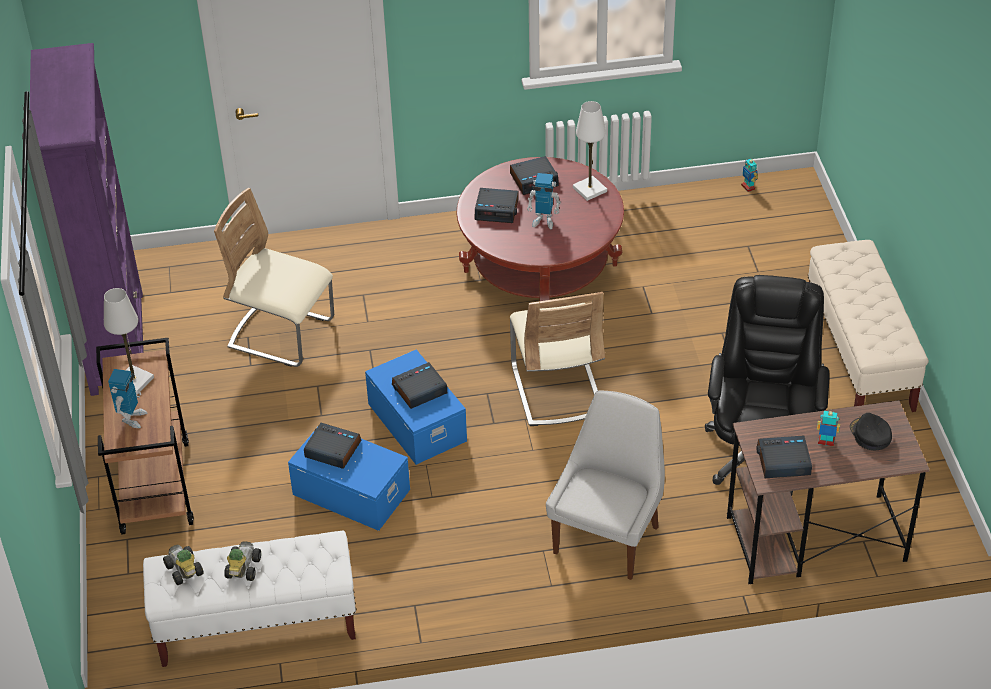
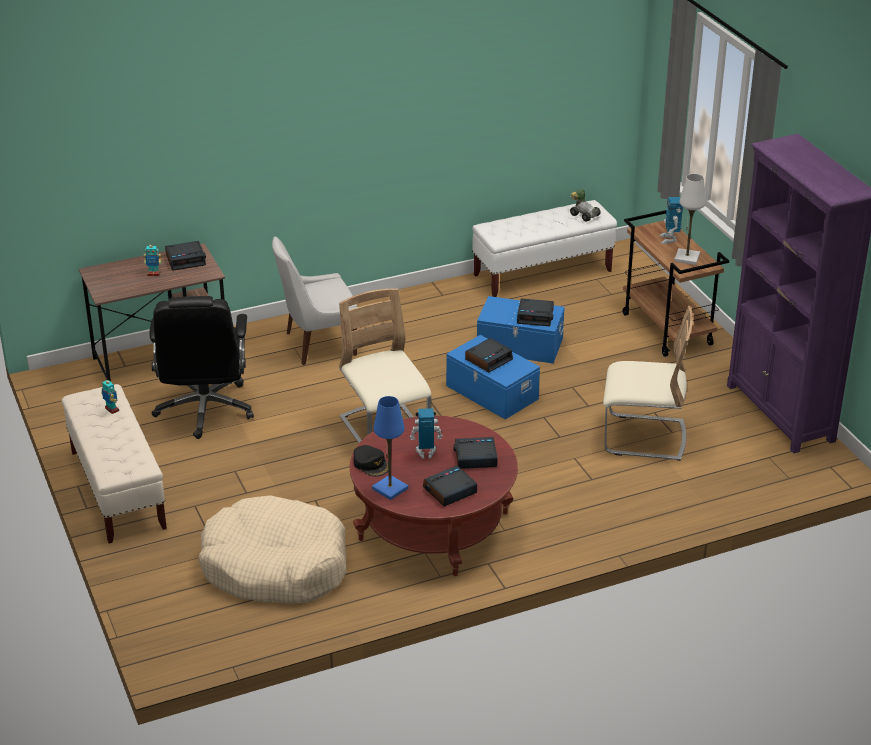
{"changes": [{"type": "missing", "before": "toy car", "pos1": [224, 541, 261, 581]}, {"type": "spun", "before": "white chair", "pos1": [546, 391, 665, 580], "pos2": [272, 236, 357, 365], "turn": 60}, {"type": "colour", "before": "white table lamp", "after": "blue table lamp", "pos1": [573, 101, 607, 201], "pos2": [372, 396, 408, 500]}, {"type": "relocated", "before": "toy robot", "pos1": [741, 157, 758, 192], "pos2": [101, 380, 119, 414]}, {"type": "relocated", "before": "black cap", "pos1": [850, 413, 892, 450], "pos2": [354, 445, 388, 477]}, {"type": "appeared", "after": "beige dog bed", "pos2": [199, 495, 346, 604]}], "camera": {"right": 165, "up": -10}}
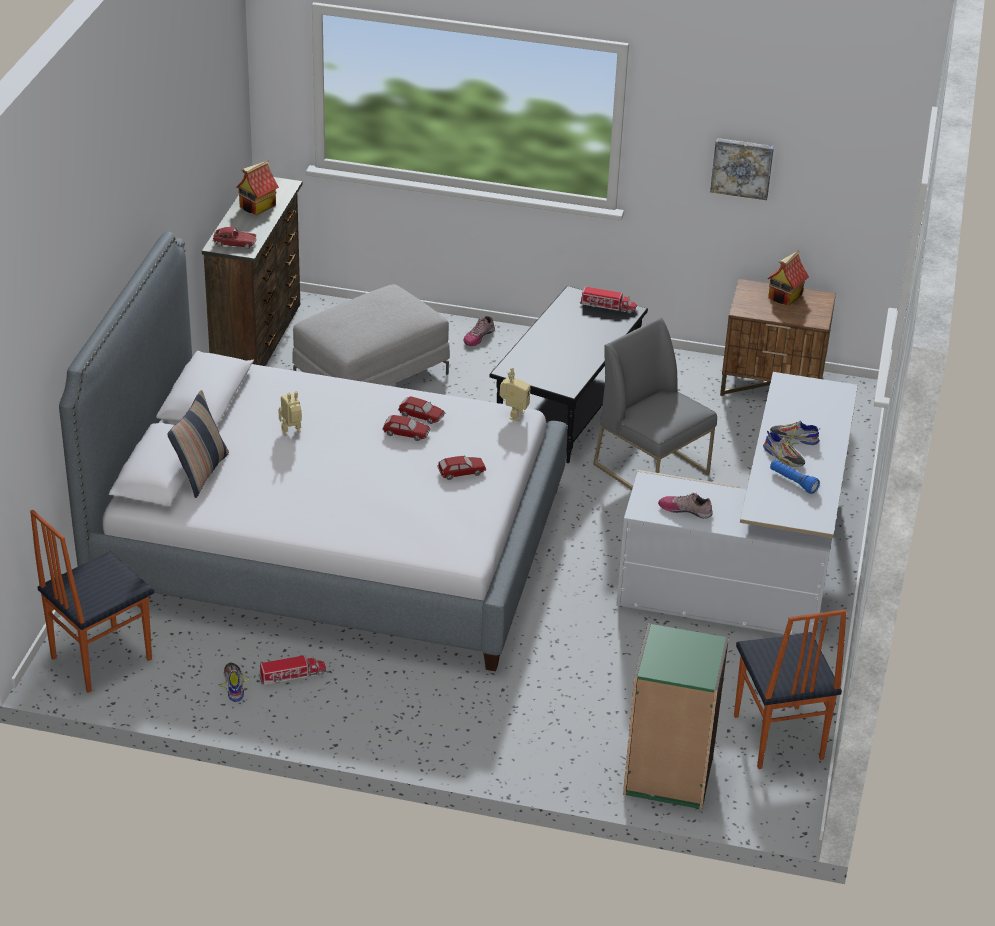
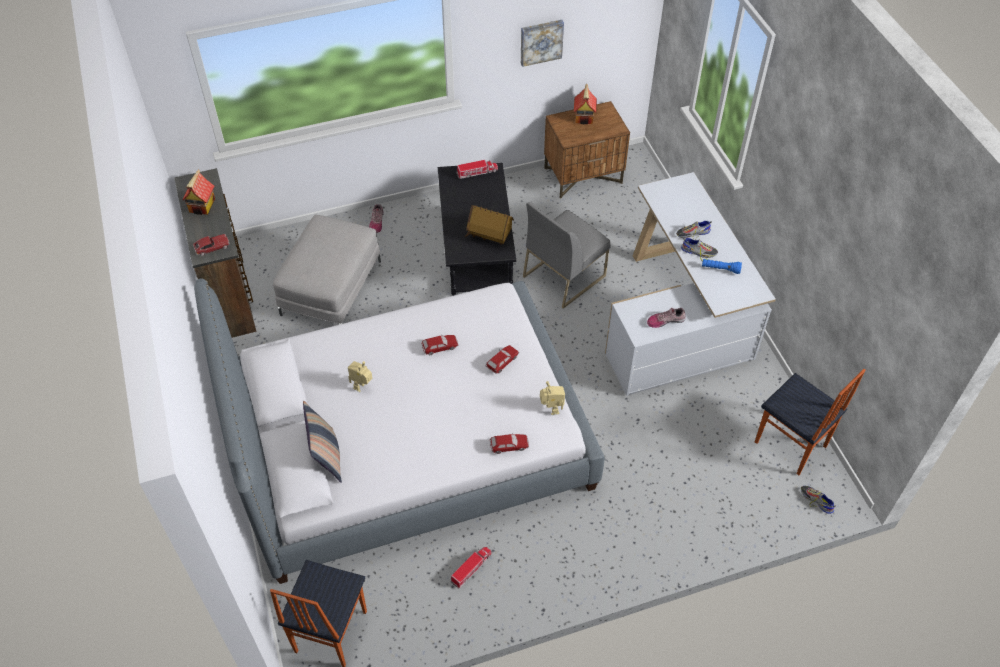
{"changes": [{"type": "relocated", "before": "shoe", "pos1": [220, 663, 249, 702], "pos2": [801, 486, 836, 514]}, {"type": "relocated", "before": "toy car", "pos1": [398, 396, 445, 424], "pos2": [490, 433, 529, 454]}, {"type": "relocated", "before": "toy robot", "pos1": [500, 368, 531, 421], "pos2": [540, 381, 565, 415]}, {"type": "spun", "before": "grey chair", "pos1": [593, 318, 717, 490], "pos2": [523, 202, 611, 309], "turn": -60}, {"type": "missing", "before": "green bookcase", "pos1": [623, 623, 729, 810]}, {"type": "appeared", "after": "toy house", "pos2": [465, 205, 514, 245]}], "camera": {"right": -30, "up": 15}}
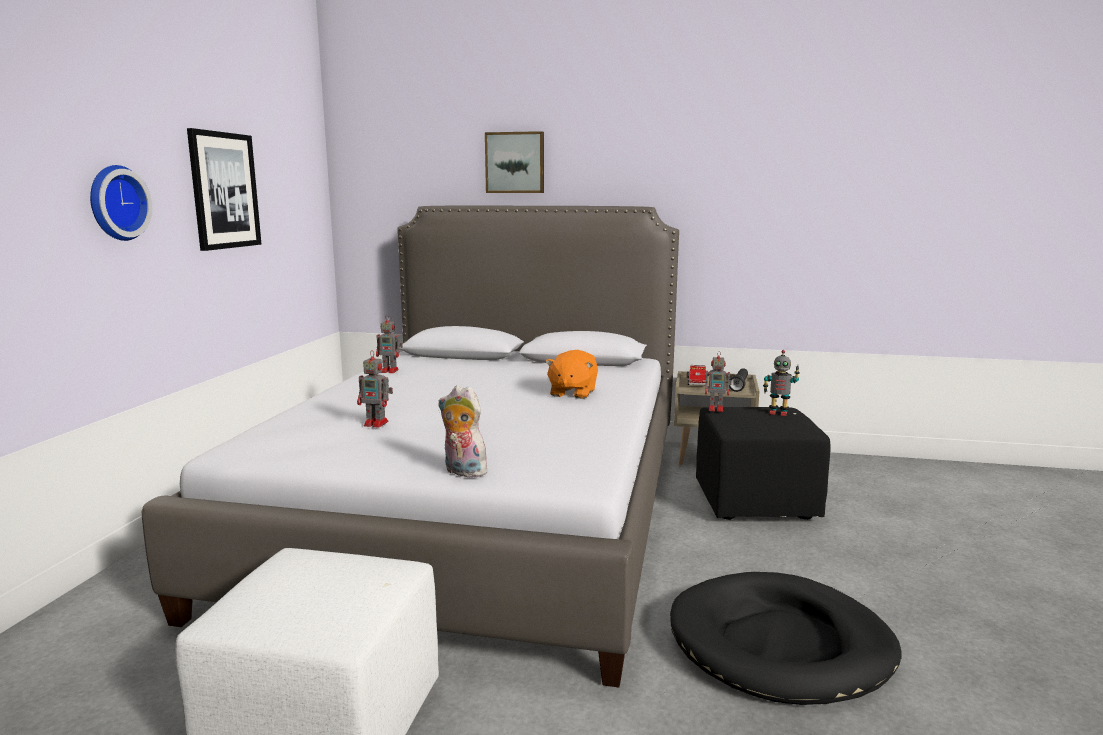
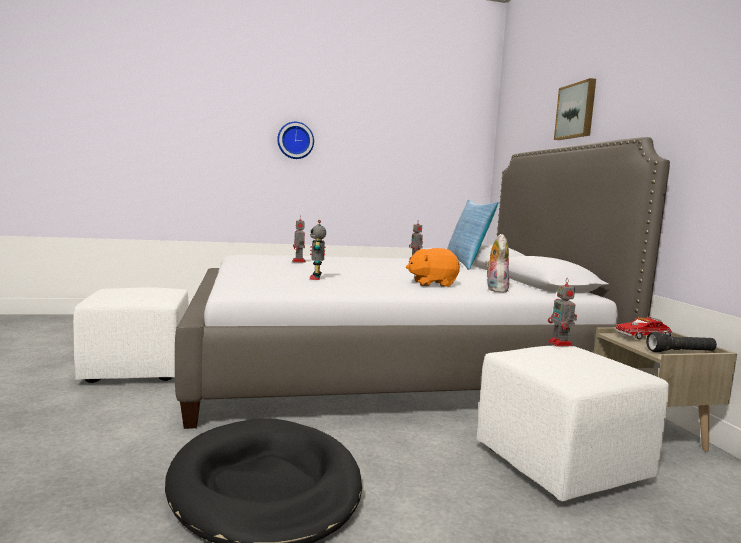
{"changes": [{"type": "missing", "before": "picture", "pos1": [187, 128, 261, 251]}, {"type": "relocated", "before": "plush toy", "pos1": [438, 385, 493, 477], "pos2": [485, 234, 509, 293]}, {"type": "colour", "before": "black ottoman", "after": "white ottoman", "pos1": [696, 407, 830, 520], "pos2": [476, 346, 669, 501]}, {"type": "relocated", "before": "toy robot", "pos1": [763, 350, 800, 416], "pos2": [310, 220, 326, 280]}, {"type": "appeared", "after": "pillow", "pos2": [447, 199, 499, 270]}], "camera": {"right": 65, "up": -5}}
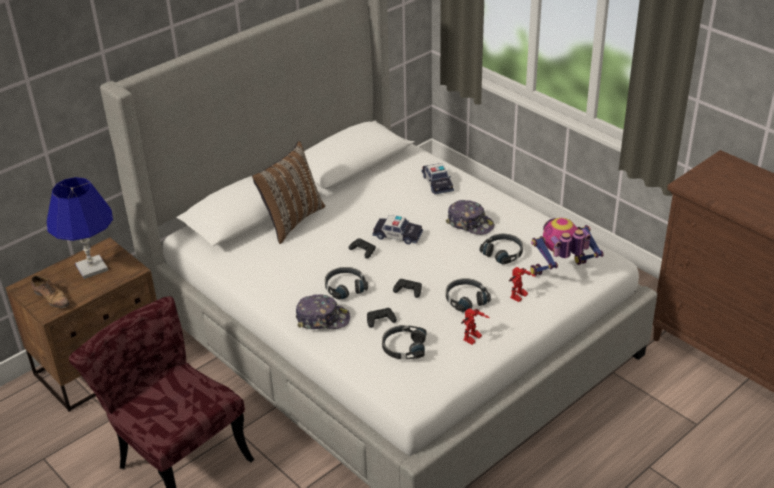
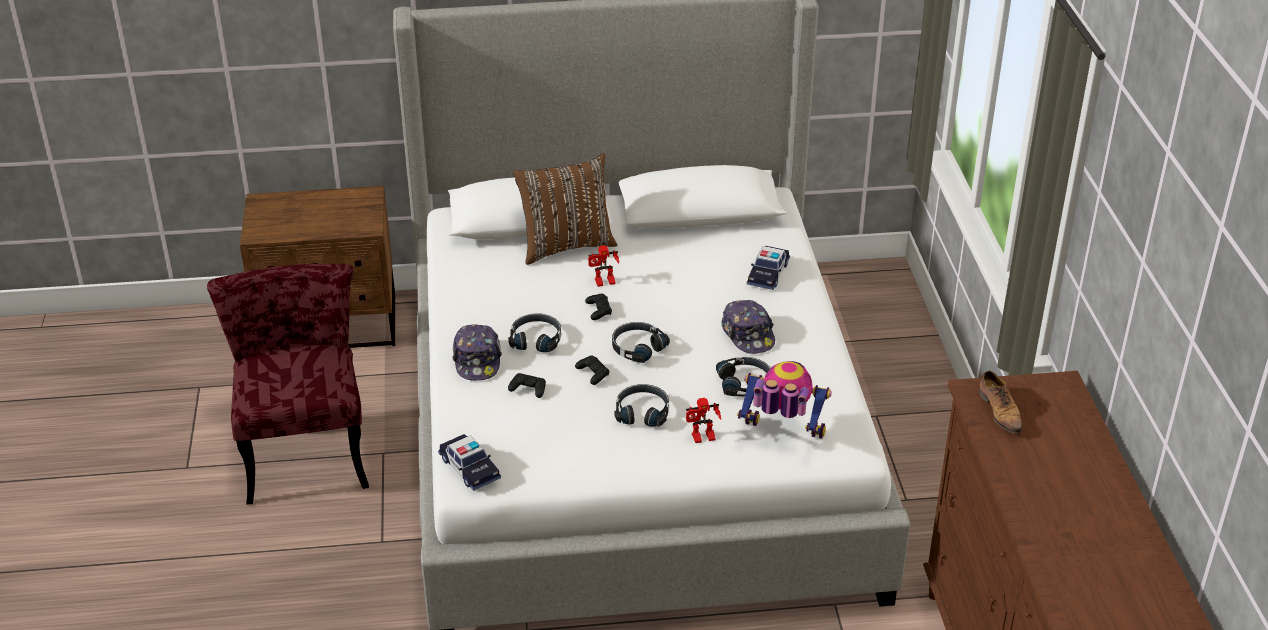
{"changes": [{"type": "relocated", "before": "shoe", "pos1": [31, 276, 70, 308], "pos2": [979, 371, 1022, 433]}, {"type": "missing", "before": "blue table lamp", "pos1": [47, 177, 113, 279]}, {"type": "spun", "before": "cap", "pos1": [296, 294, 350, 329], "pos2": [452, 324, 502, 381], "turn": 45}, {"type": "relocated", "before": "toy car", "pos1": [372, 215, 423, 244], "pos2": [438, 434, 501, 491]}, {"type": "relocated", "before": "black headphones", "pos1": [382, 325, 426, 359], "pos2": [612, 322, 670, 363]}, {"type": "relocated", "before": "toy robot", "pos1": [461, 308, 489, 345], "pos2": [588, 245, 619, 287]}], "camera": {"right": 35, "up": 0}}
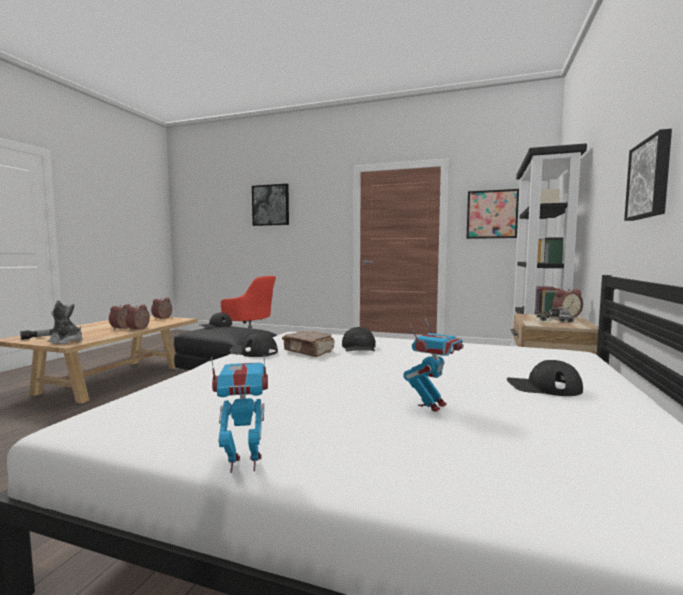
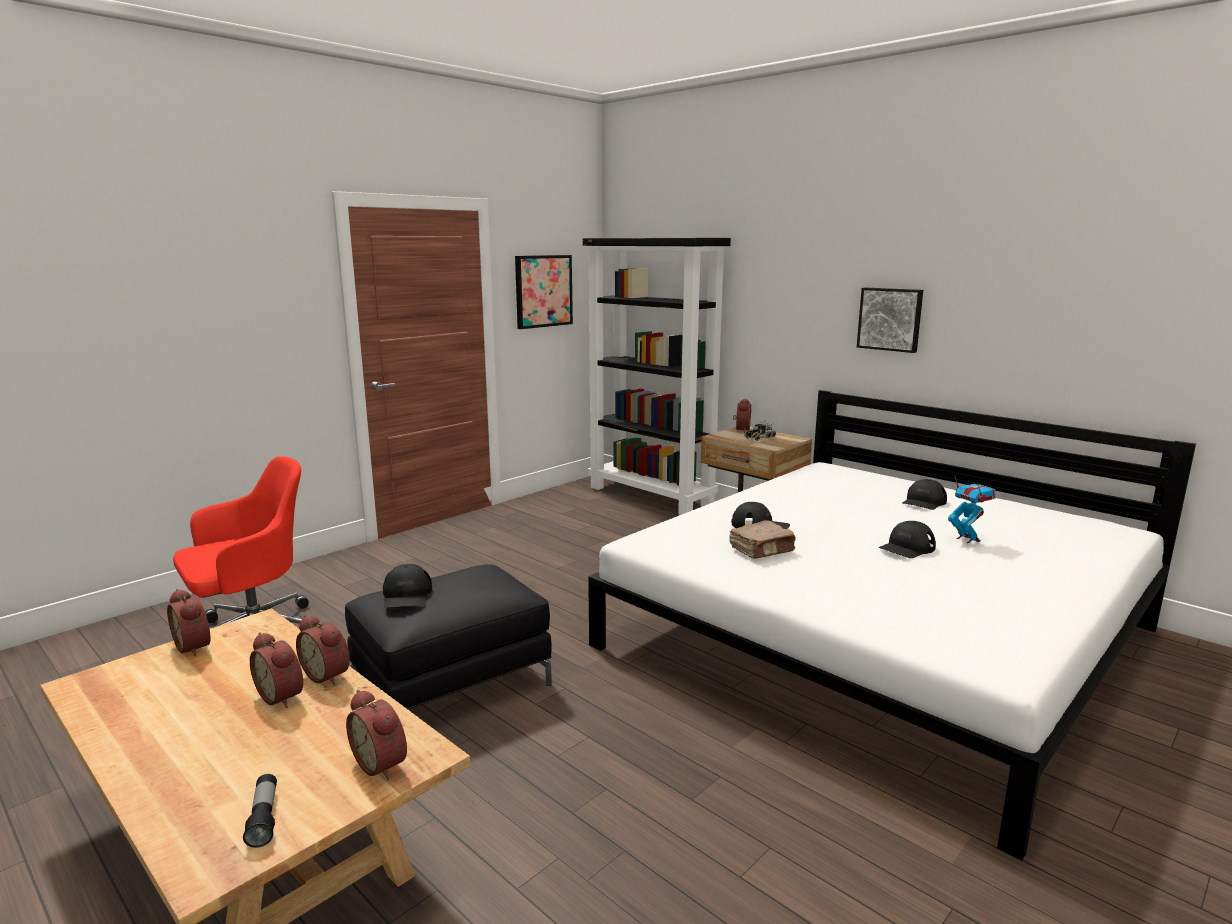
{"changes": [{"type": "exchanged", "before": "plush toy", "after": "alarm clock", "pos1": [47, 300, 83, 344], "pos2": [346, 690, 407, 780]}, {"type": "missing", "before": "toy robot", "pos1": [211, 355, 268, 473]}, {"type": "relocated", "before": "black cap", "pos1": [230, 332, 278, 357], "pos2": [879, 521, 936, 558]}, {"type": "missing", "before": "picture", "pos1": [252, 184, 289, 226]}], "camera": {"right": -65, "up": 10}}
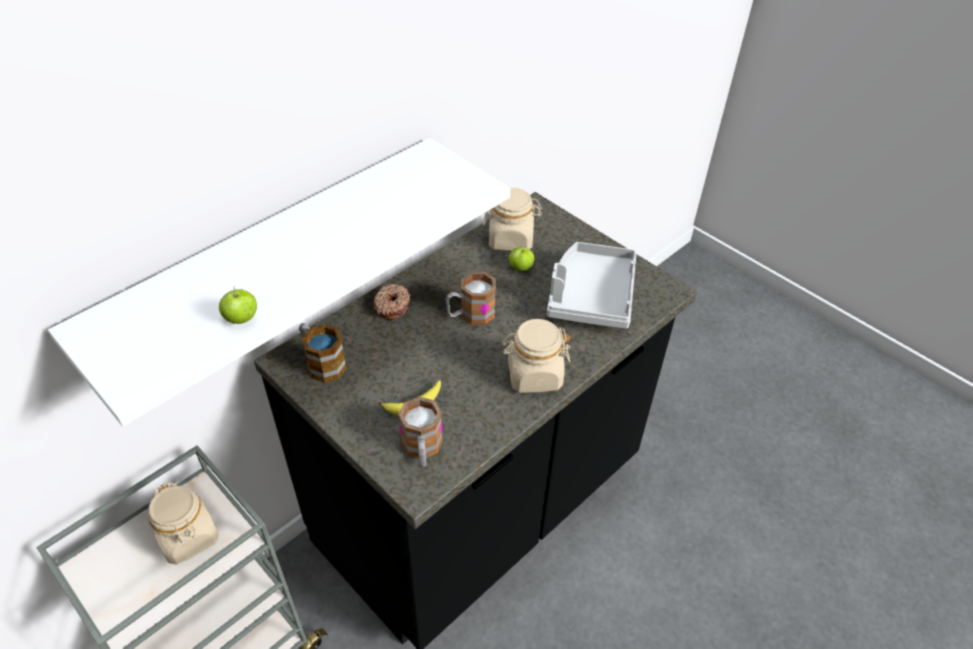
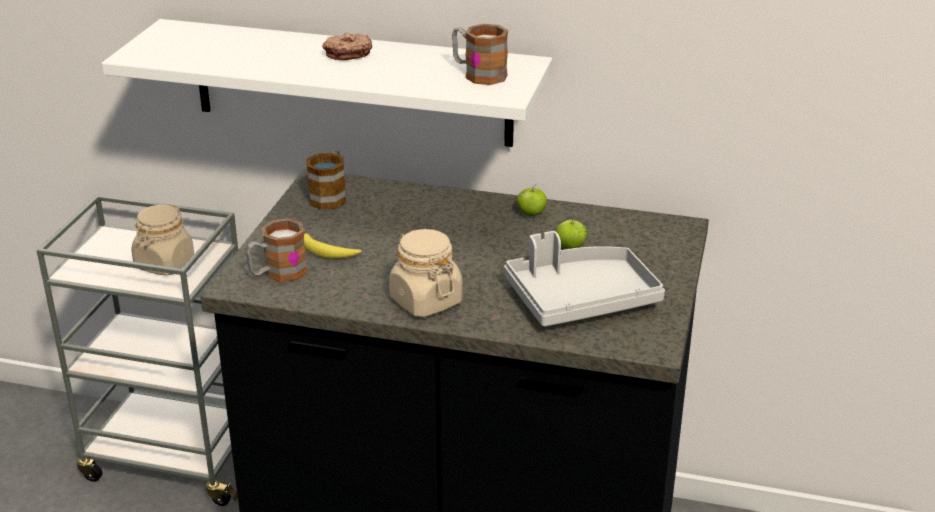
{"changes": [{"type": "relocated", "before": "apple", "pos1": [219, 286, 257, 324], "pos2": [517, 184, 547, 216]}, {"type": "relocated", "before": "donut", "pos1": [374, 283, 411, 319], "pos2": [322, 33, 372, 60]}, {"type": "relocated", "before": "mug", "pos1": [445, 272, 496, 325], "pos2": [452, 24, 508, 85]}, {"type": "missing", "before": "beige jar", "pos1": [483, 188, 542, 251]}], "camera": {"right": 60, "up": -15}}
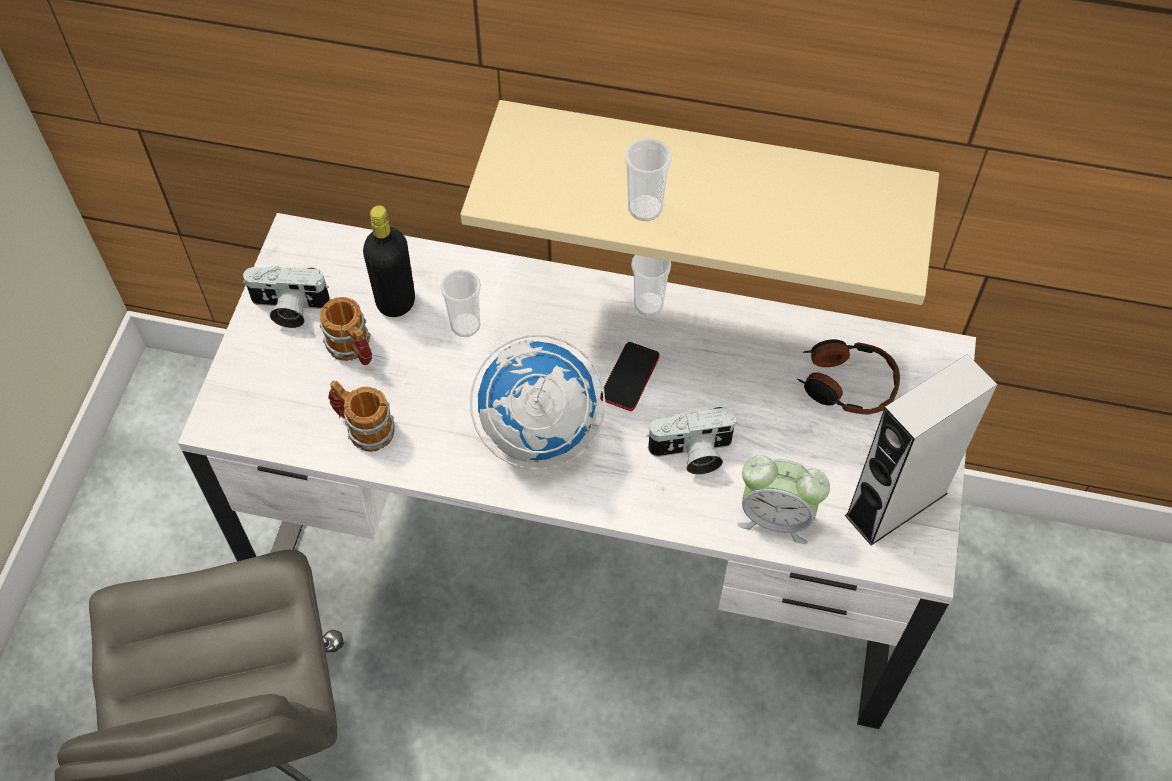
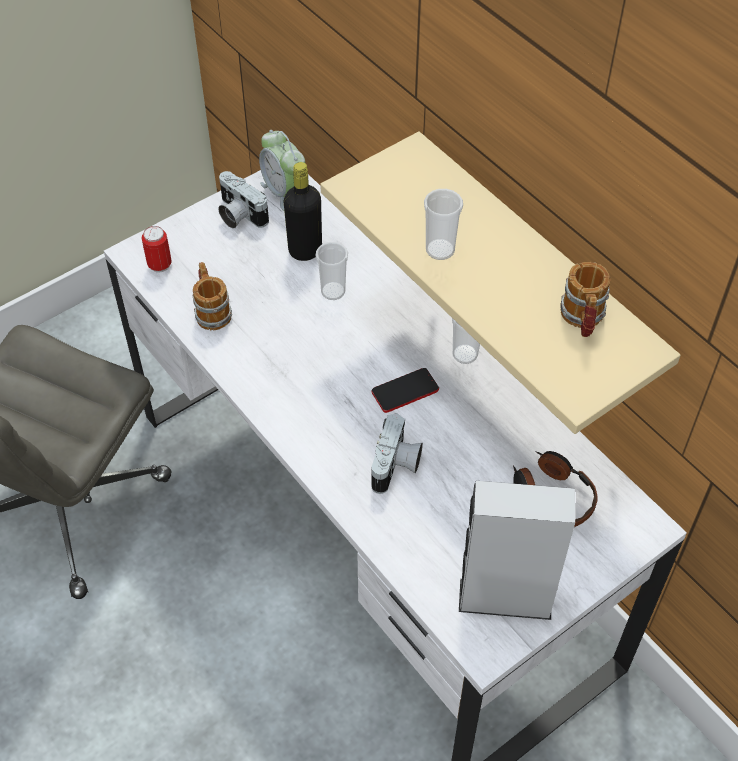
{"changes": [{"type": "relocated", "before": "mug", "pos1": [320, 297, 372, 365], "pos2": [560, 262, 611, 337]}, {"type": "missing", "before": "globe", "pos1": [470, 335, 606, 470]}, {"type": "spun", "before": "photo camera", "pos1": [646, 407, 737, 475], "pos2": [371, 414, 423, 494], "turn": -105}, {"type": "relocated", "before": "alarm clock", "pos1": [737, 455, 830, 544], "pos2": [259, 130, 305, 211]}, {"type": "appeared", "after": "can", "pos2": [142, 226, 172, 272]}], "camera": {"right": 40, "up": -5}}
